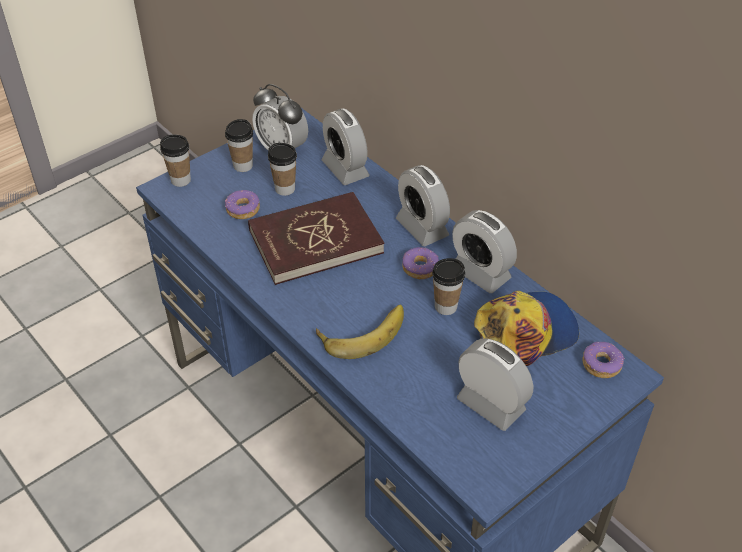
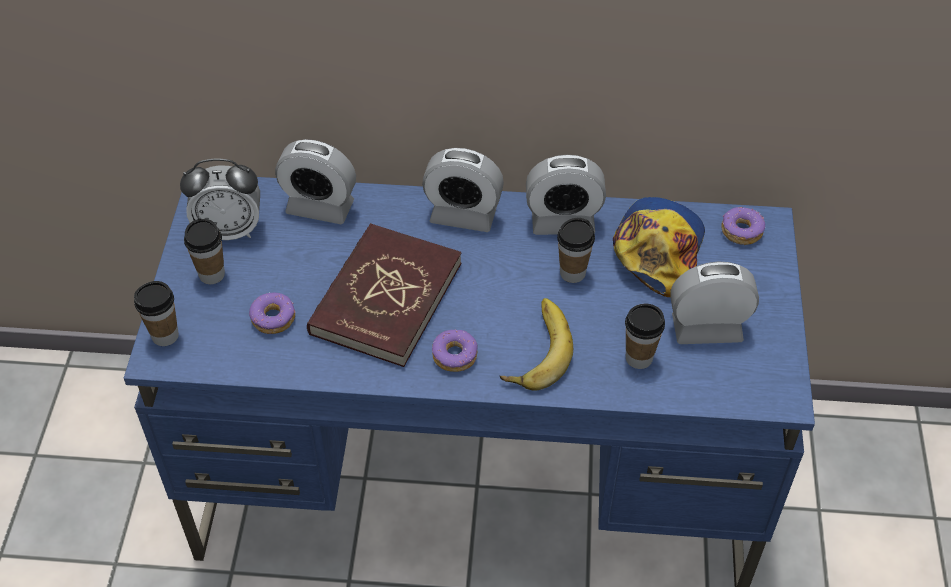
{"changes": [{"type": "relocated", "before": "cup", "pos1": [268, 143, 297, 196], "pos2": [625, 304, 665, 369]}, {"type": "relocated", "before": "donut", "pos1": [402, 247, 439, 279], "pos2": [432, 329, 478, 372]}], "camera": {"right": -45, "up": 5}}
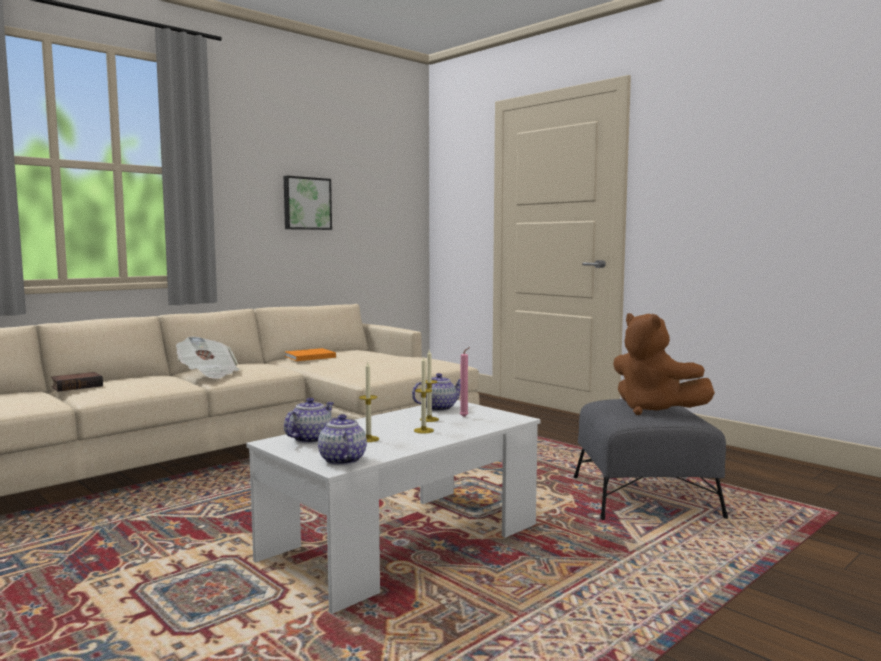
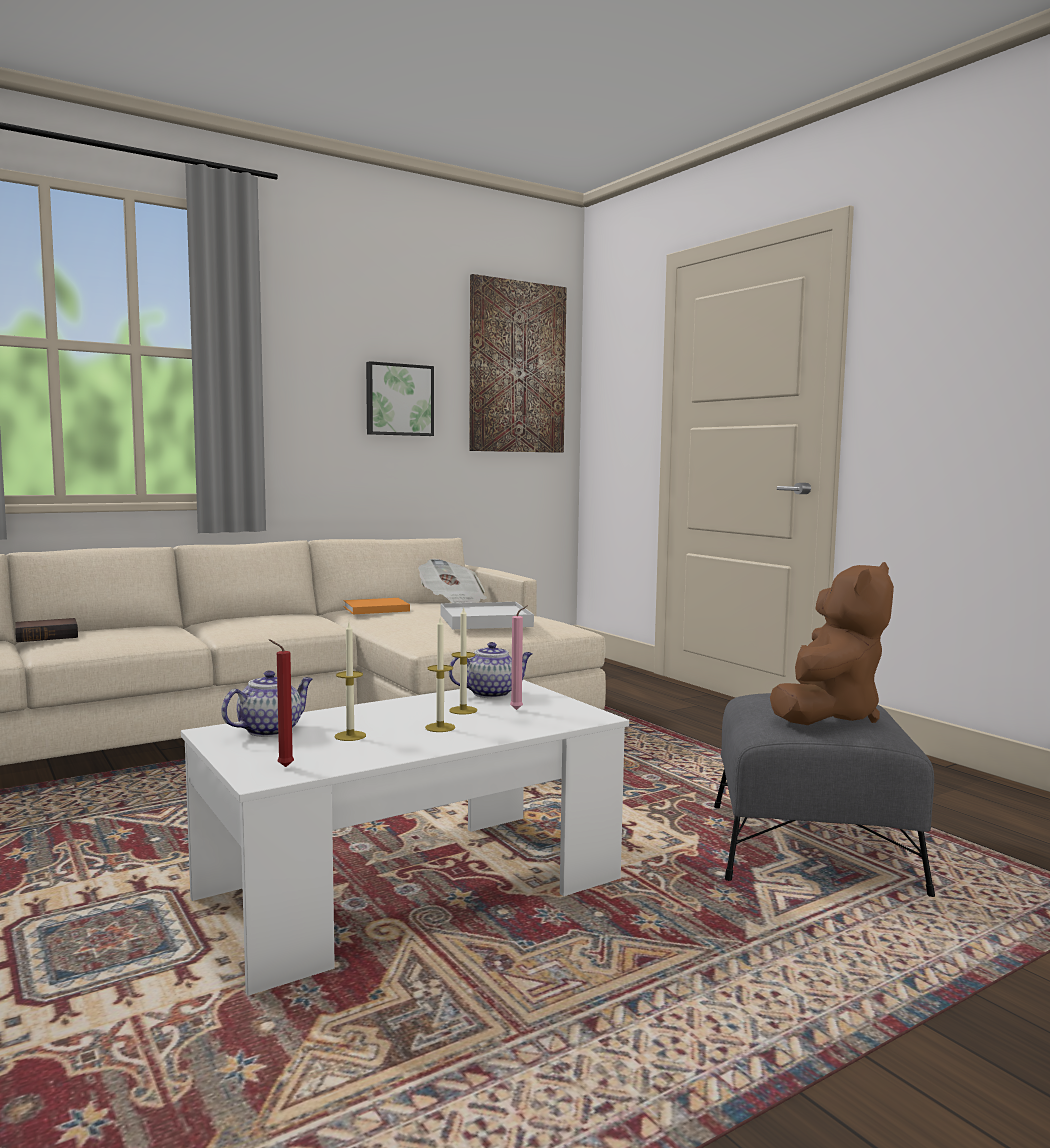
{"changes": [{"type": "relocated", "before": "newspaper", "pos1": [176, 336, 240, 379], "pos2": [418, 559, 487, 603]}, {"type": "exchanged", "before": "teapot", "after": "red candle", "pos1": [318, 414, 367, 465], "pos2": [269, 639, 294, 767]}, {"type": "spun", "before": "brown plush toy", "pos1": [613, 313, 715, 415], "pos2": [770, 562, 894, 725], "turn": -120}, {"type": "appeared", "after": "white tray", "pos2": [441, 602, 534, 629]}, {"type": "appeared", "after": "picture", "pos2": [469, 274, 567, 453]}], "camera": {"right": 10, "up": 0}}
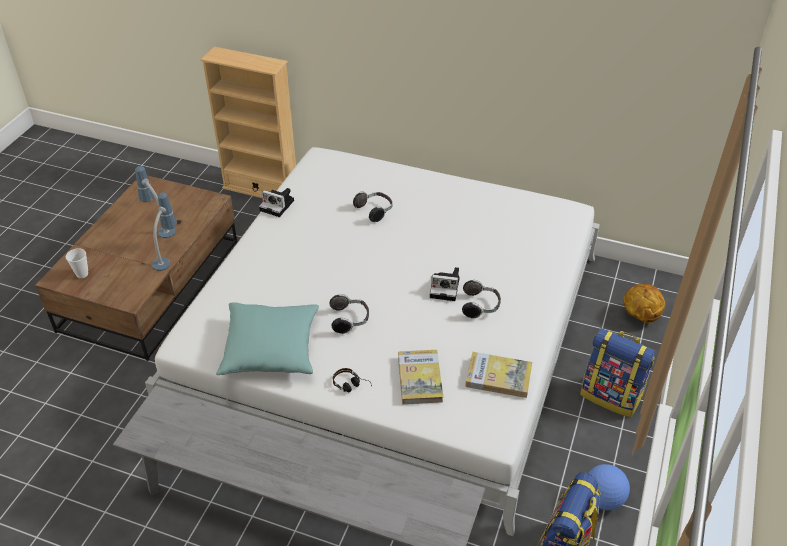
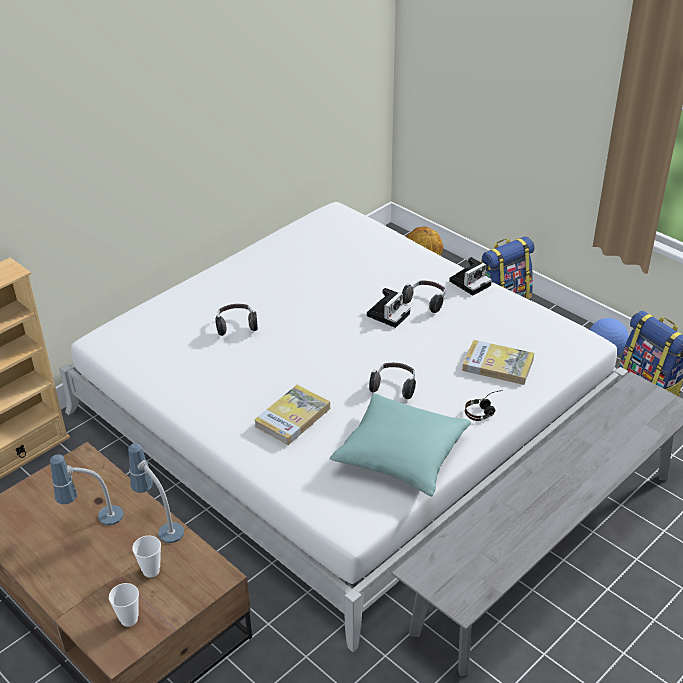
{"changes": [{"type": "relocated", "before": "photo camera", "pos1": [259, 188, 294, 217], "pos2": [449, 257, 492, 296]}, {"type": "relocated", "before": "book", "pos1": [465, 352, 532, 398], "pos2": [254, 385, 330, 445]}, {"type": "appeared", "after": "cup", "pos2": [132, 536, 161, 578]}], "camera": {"right": -65, "up": -5}}
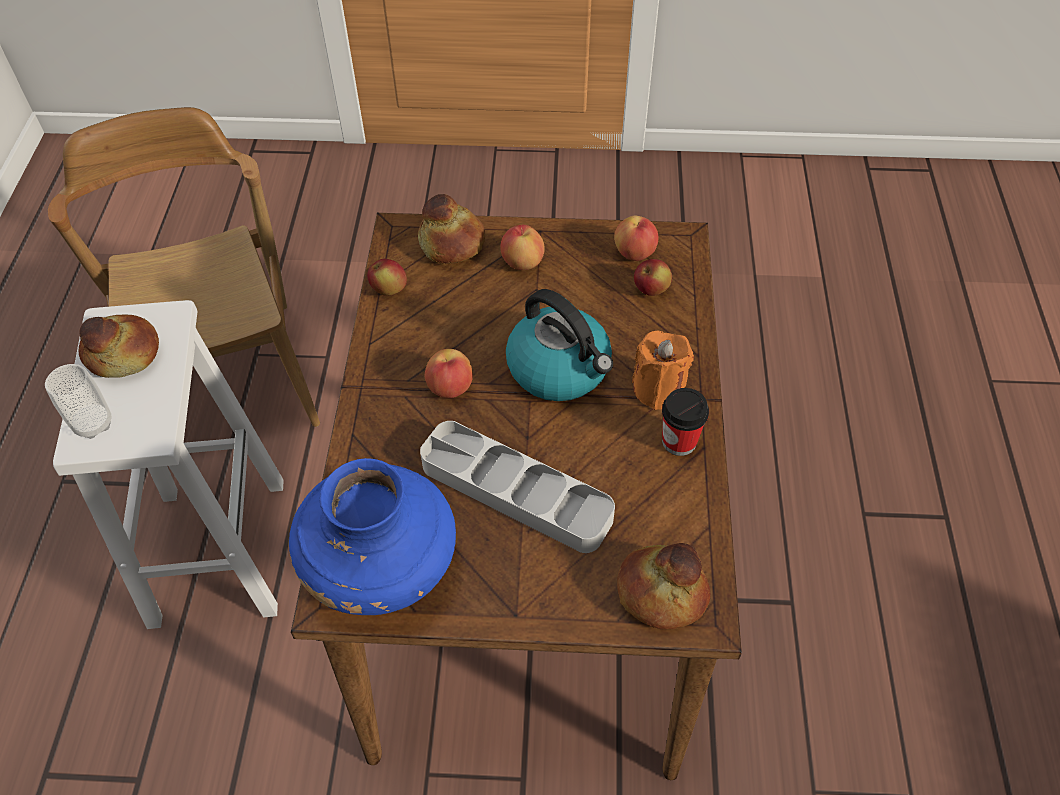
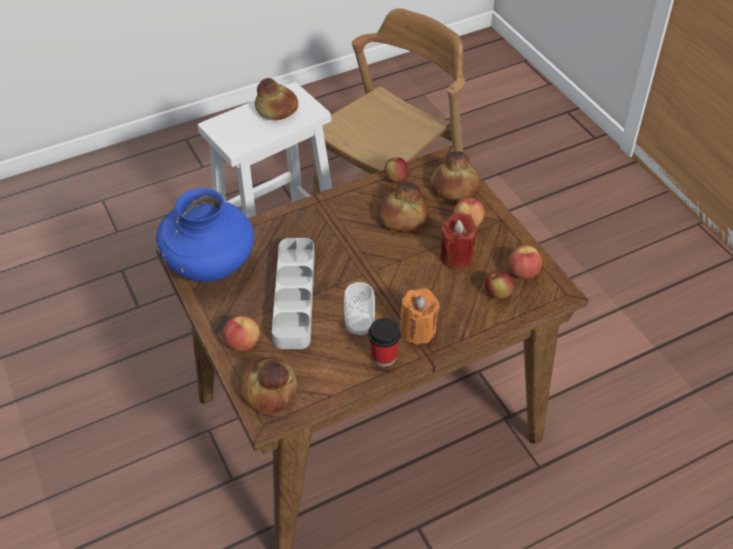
{"changes": [{"type": "relocated", "before": "cup", "pos1": [45, 364, 112, 439], "pos2": [344, 282, 375, 336]}, {"type": "relocated", "before": "apple", "pos1": [425, 349, 473, 398], "pos2": [223, 316, 260, 351]}, {"type": "missing", "before": "kettle", "pos1": [506, 289, 613, 401]}, {"type": "appeared", "after": "bread", "pos2": [377, 182, 429, 231]}, {"type": "appeared", "after": "red candle", "pos2": [440, 212, 477, 269]}], "camera": {"right": 60, "up": -5}}
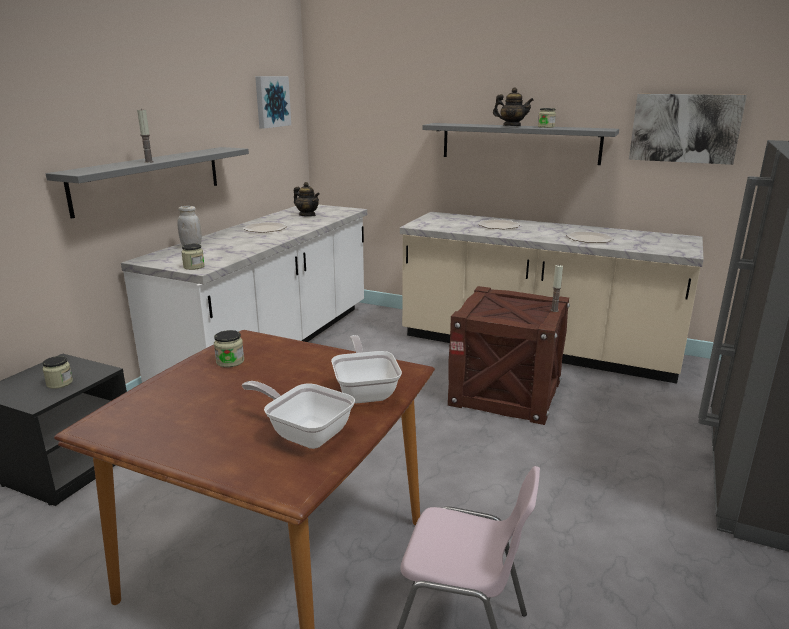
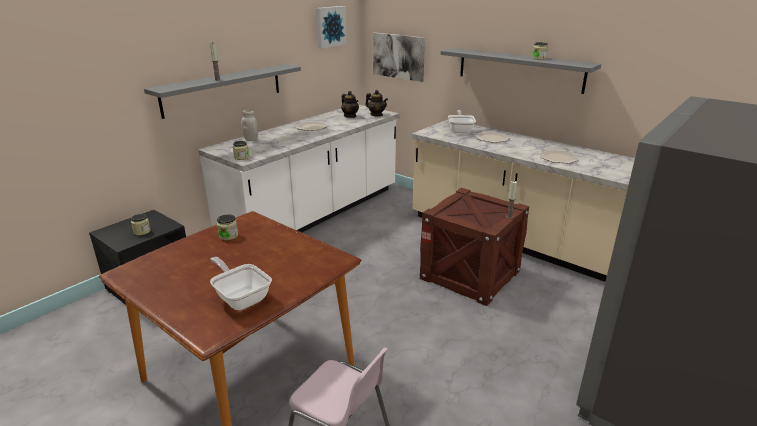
{"changes": [{"type": "relocated", "before": "frying pan", "pos1": [331, 335, 402, 403], "pos2": [448, 110, 476, 133]}, {"type": "relocated", "before": "teapot", "pos1": [493, 88, 534, 126], "pos2": [365, 90, 388, 116]}, {"type": "relocated", "before": "picture", "pos1": [629, 94, 747, 165], "pos2": [373, 32, 425, 82]}], "camera": {"right": 15, "up": 5}}
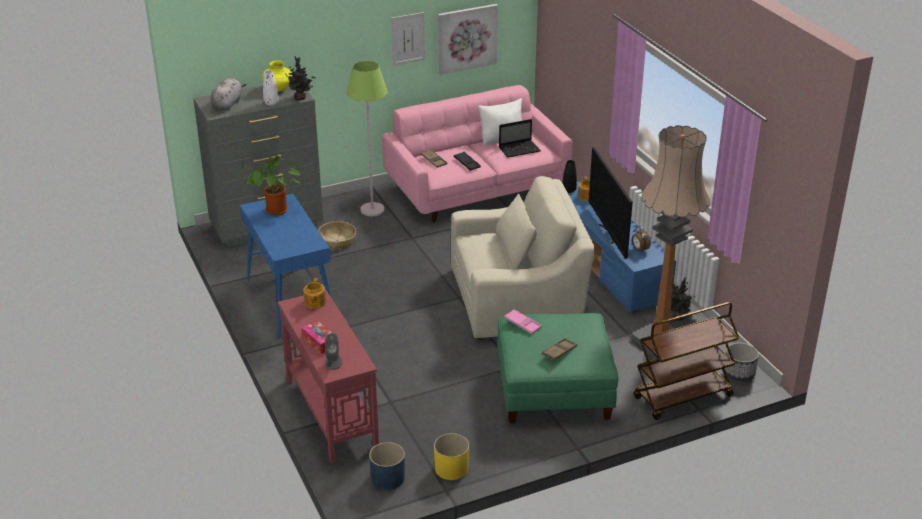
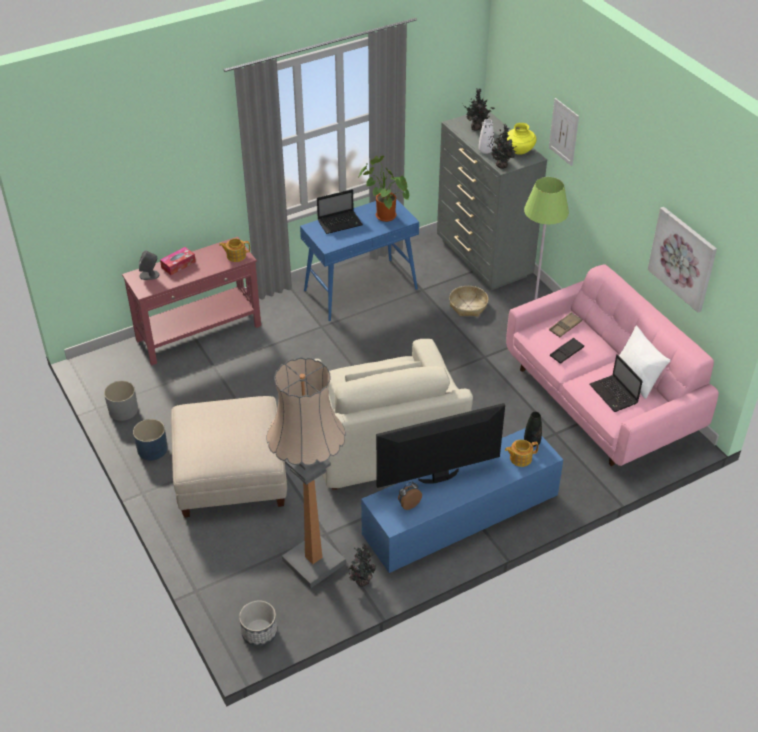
{"changes": [{"type": "exchanged", "before": "grey plush toy", "after": "potted plant", "pos1": [210, 78, 247, 111], "pos2": [463, 88, 495, 131]}, {"type": "relocated", "before": "blue planter", "pos1": [369, 442, 405, 490], "pos2": [133, 419, 168, 460]}, {"type": "relocated", "before": "picture", "pos1": [391, 12, 425, 66], "pos2": [549, 98, 579, 166]}, {"type": "colour", "before": "yellow planter", "after": "grey planter", "pos1": [434, 433, 469, 480], "pos2": [104, 381, 138, 421]}, {"type": "colour", "before": "green ottoman", "after": "beige ottoman", "pos1": [497, 313, 619, 423], "pos2": [171, 396, 287, 518]}, {"type": "missing", "before": "pink tray", "pos1": [504, 309, 542, 334]}, {"type": "missing", "before": "brown tray", "pos1": [542, 338, 577, 360]}, {"type": "missing", "before": "brown cart", "pos1": [634, 302, 739, 420]}, {"type": "appeared", "after": "laptop", "pos2": [317, 189, 363, 234]}], "camera": {"right": 85, "up": 10}}
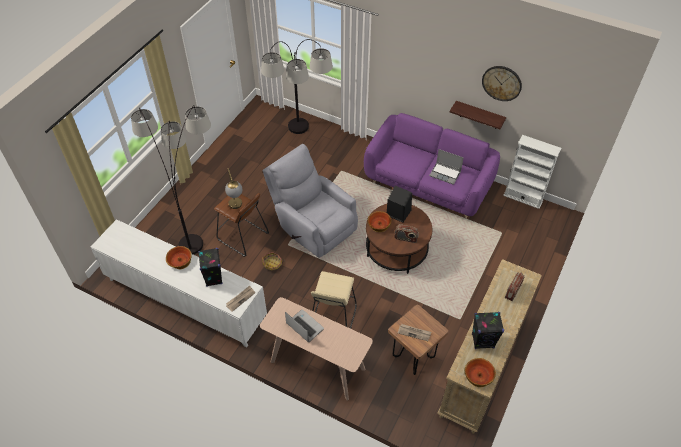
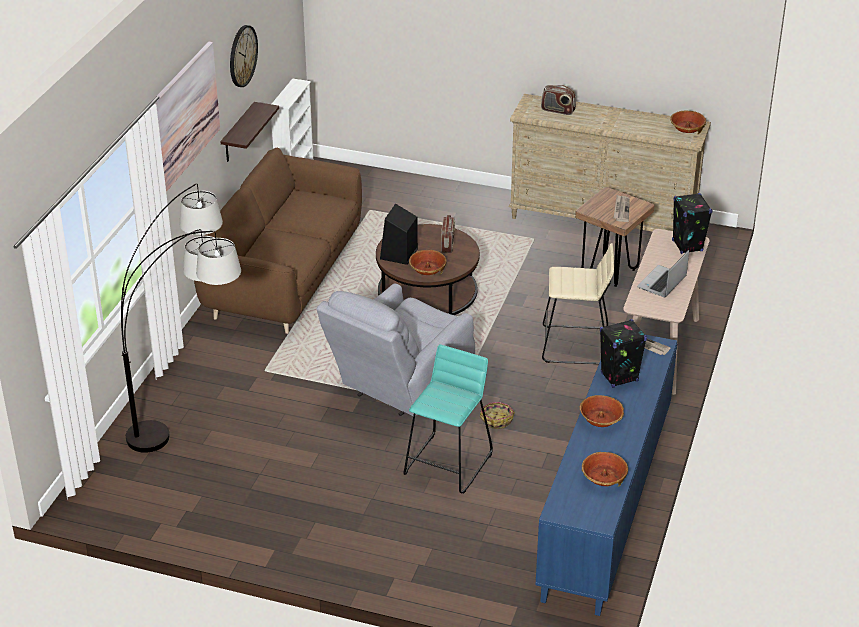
{"changes": [{"type": "colour", "before": "white cabinet", "after": "blue cabinet", "pos1": [91, 219, 267, 347], "pos2": [535, 334, 677, 616]}, {"type": "missing", "before": "floor lamp", "pos1": [131, 105, 211, 255]}, {"type": "colour", "before": "brown stool", "after": "turquoise stool", "pos1": [214, 193, 269, 257], "pos2": [404, 344, 493, 494]}, {"type": "missing", "before": "table lamp", "pos1": [225, 168, 242, 209]}, {"type": "colour", "before": "purple sofa", "after": "brown sofa", "pos1": [364, 113, 500, 218], "pos2": [194, 148, 362, 334]}, {"type": "missing", "before": "laptop", "pos1": [429, 149, 464, 185]}, {"type": "relocated", "before": "black speaker", "pos1": [472, 312, 504, 349], "pos2": [672, 193, 713, 254]}, {"type": "appeared", "after": "picture", "pos2": [153, 42, 220, 192]}, {"type": "appeared", "after": "bowl", "pos2": [582, 452, 628, 487]}], "camera": {"right": -100, "up": -15}}
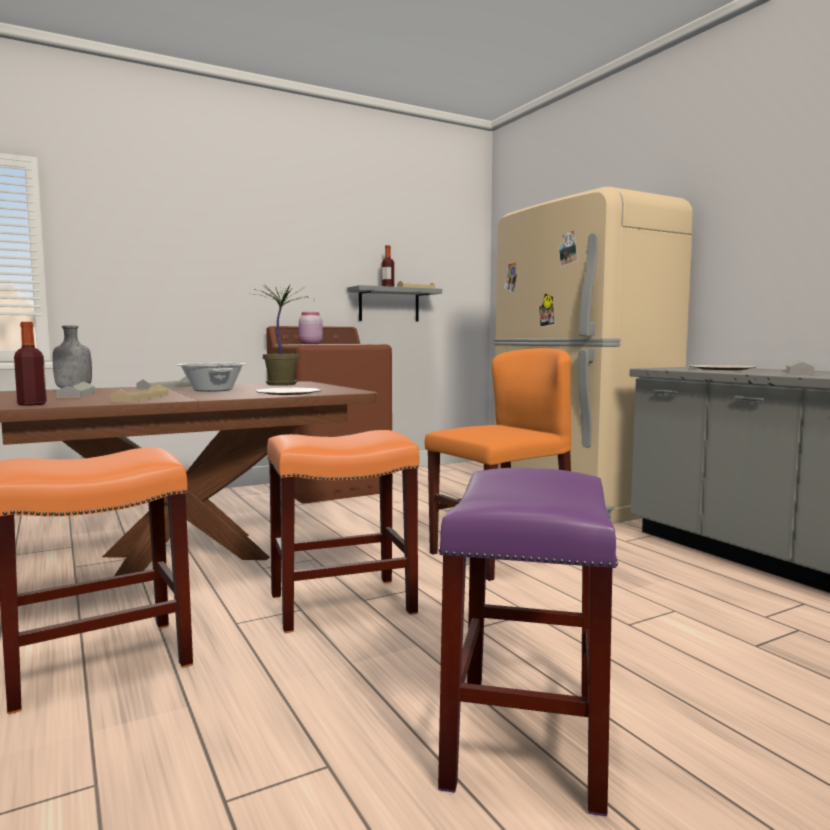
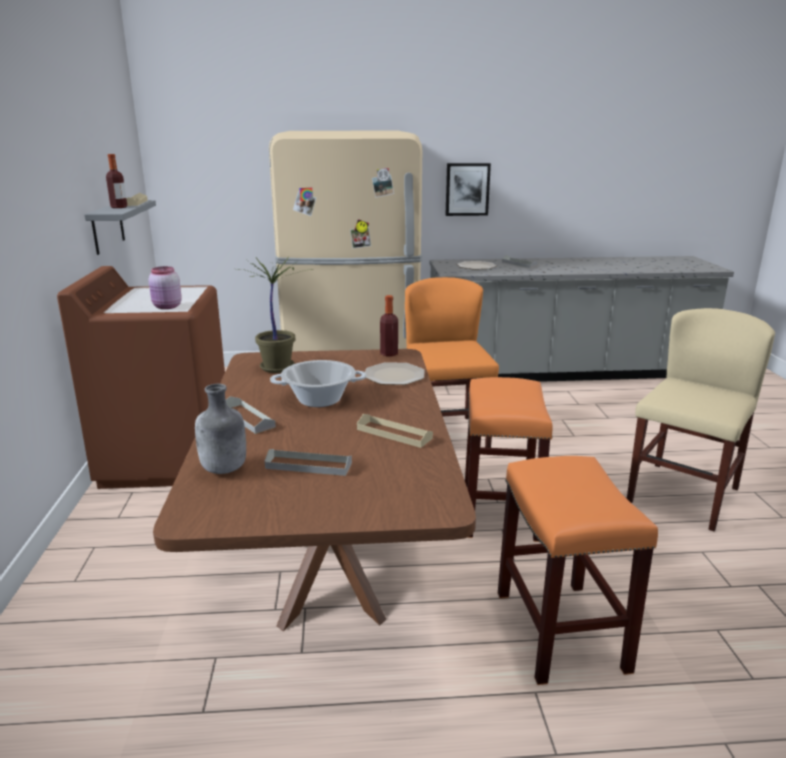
{"changes": [{"type": "relocated", "before": "bottle", "pos1": [14, 322, 47, 406], "pos2": [380, 295, 398, 356]}, {"type": "exchanged", "before": "purple stool", "after": "beige chair", "pos1": [438, 468, 618, 816], "pos2": [627, 308, 775, 531]}, {"type": "appeared", "after": "picture", "pos2": [446, 163, 491, 216]}], "camera": {"right": -65, "up": 15}}
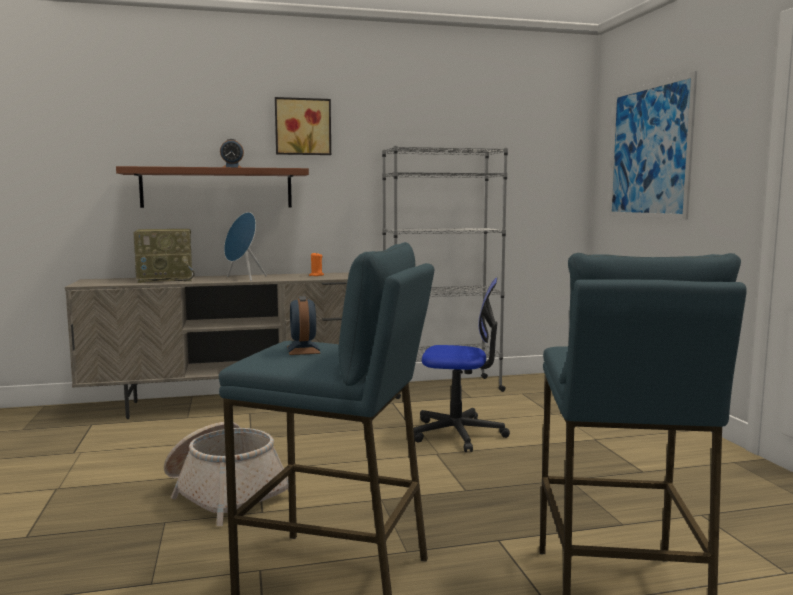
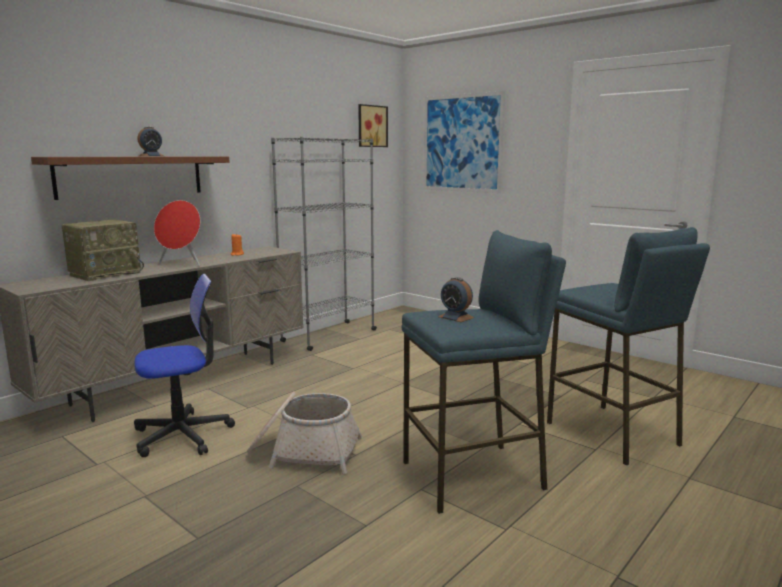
{"changes": [{"type": "colour", "before": "blue speaker", "after": "red speaker", "pos1": [224, 212, 267, 281], "pos2": [154, 200, 200, 266]}, {"type": "relocated", "before": "picture", "pos1": [275, 97, 331, 155], "pos2": [358, 104, 388, 147]}, {"type": "relocated", "before": "office chair", "pos1": [414, 278, 510, 452], "pos2": [134, 274, 235, 457]}], "camera": {"right": -35, "up": 5}}
